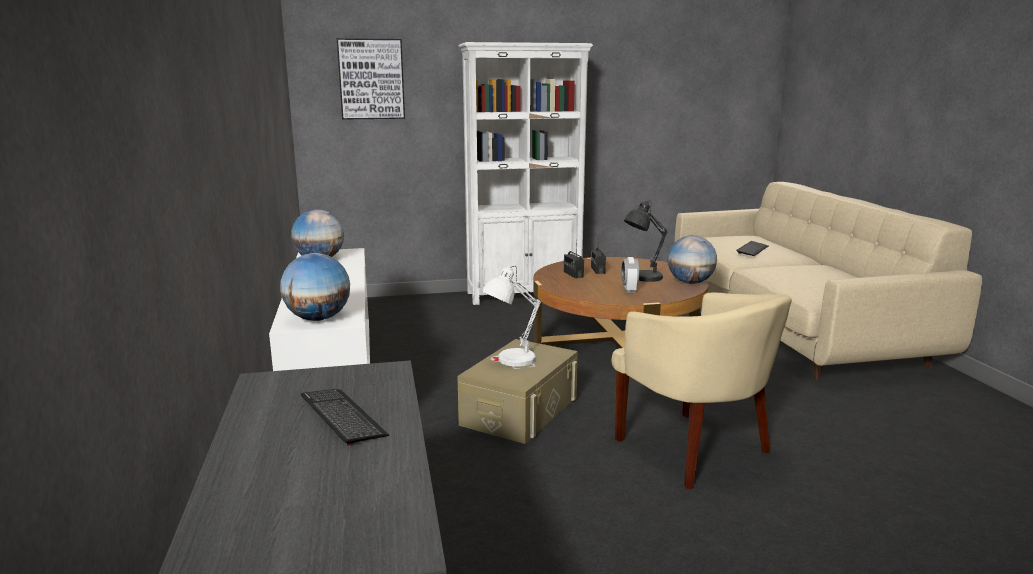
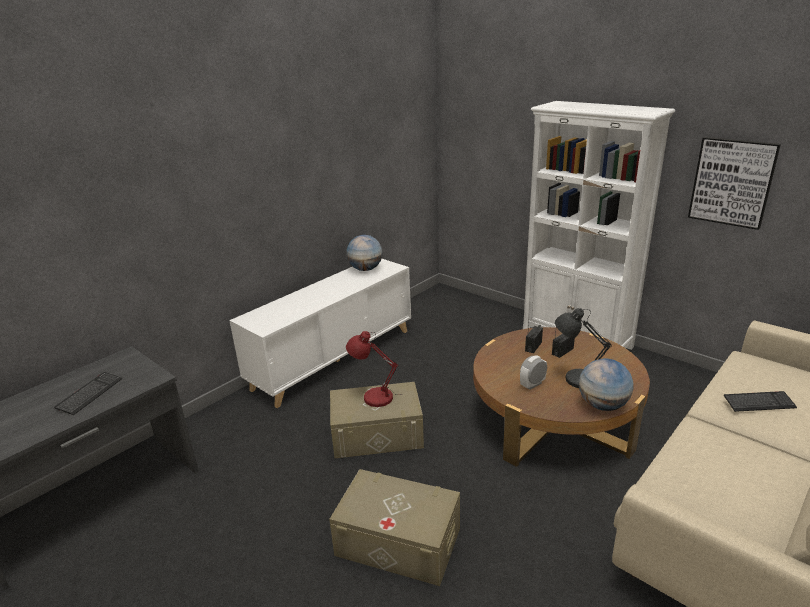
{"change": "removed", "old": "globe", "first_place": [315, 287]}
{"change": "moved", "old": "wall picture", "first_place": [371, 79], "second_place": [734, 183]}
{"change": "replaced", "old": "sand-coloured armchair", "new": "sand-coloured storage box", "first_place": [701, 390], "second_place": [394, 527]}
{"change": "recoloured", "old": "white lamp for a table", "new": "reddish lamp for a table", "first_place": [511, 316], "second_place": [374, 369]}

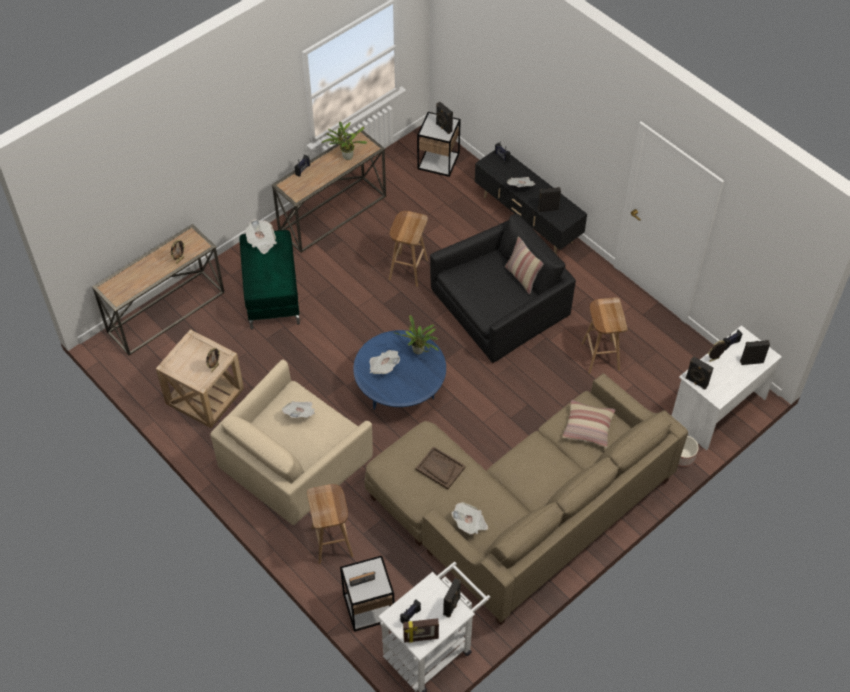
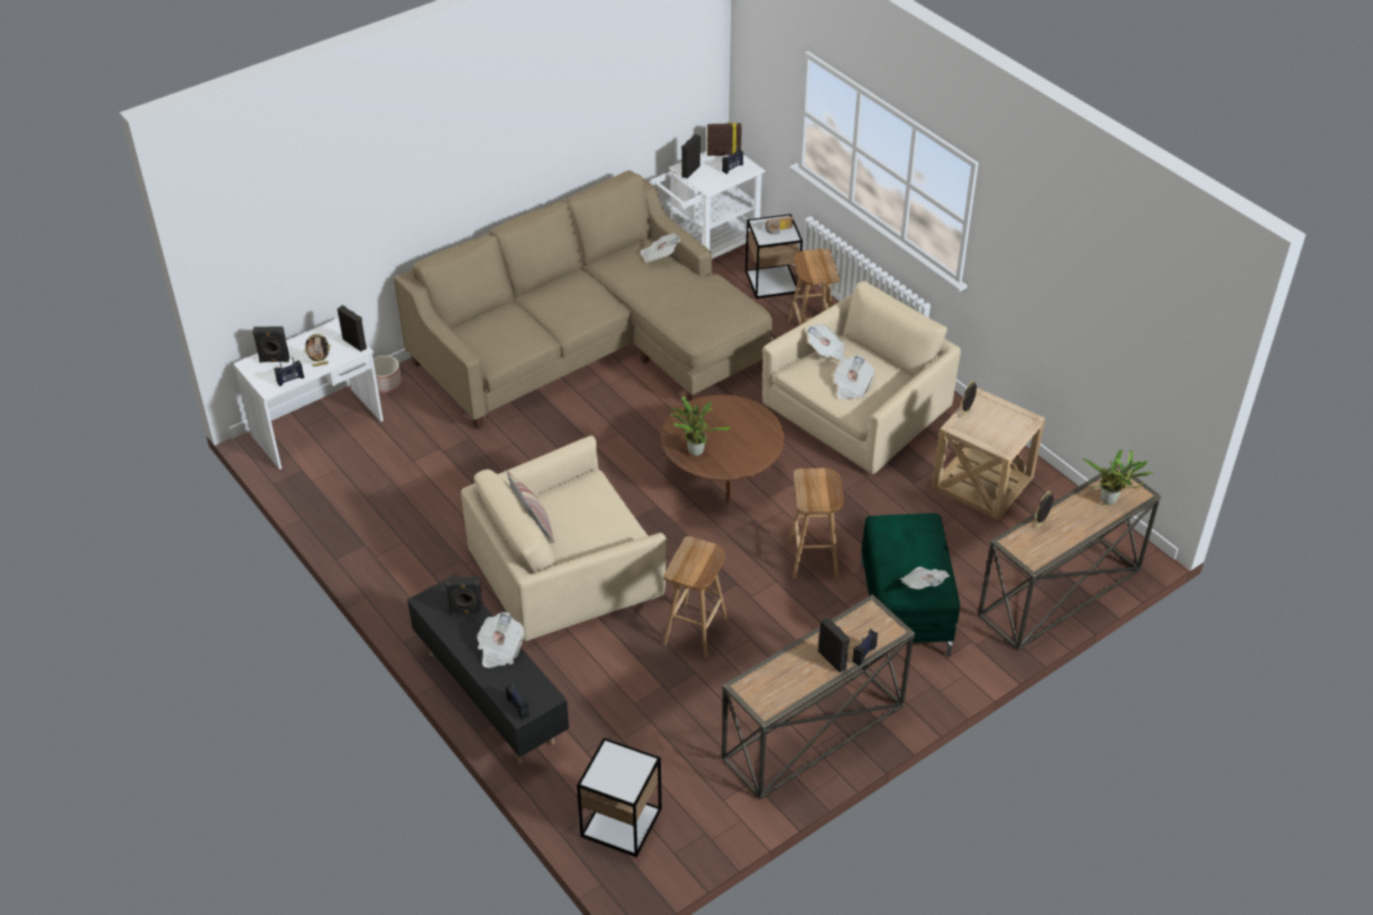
{"change": "removed", "old": "brown-coloured serving tray", "first_place": [441, 468]}
{"change": "removed", "old": "cushion", "first_place": [588, 424]}
{"change": "moved", "old": "plant in a pot", "first_place": [344, 141], "second_place": [1118, 477]}
{"change": "moved", "old": "newspaper", "first_place": [385, 362], "second_place": [826, 342]}
{"change": "moved", "old": "black speaker", "first_place": [444, 118], "second_place": [834, 644]}
{"change": "moved", "old": "brown-coloured sitting stool", "first_place": [604, 335], "second_place": [816, 523]}
{"change": "recoloured", "old": "bluish lounge table", "new": "brown-coloured lounge table", "first_place": [399, 370], "second_place": [722, 451]}
{"change": "recoloured", "old": "black armchair", "new": "sand-coloured armchair", "first_place": [503, 288], "second_place": [563, 538]}

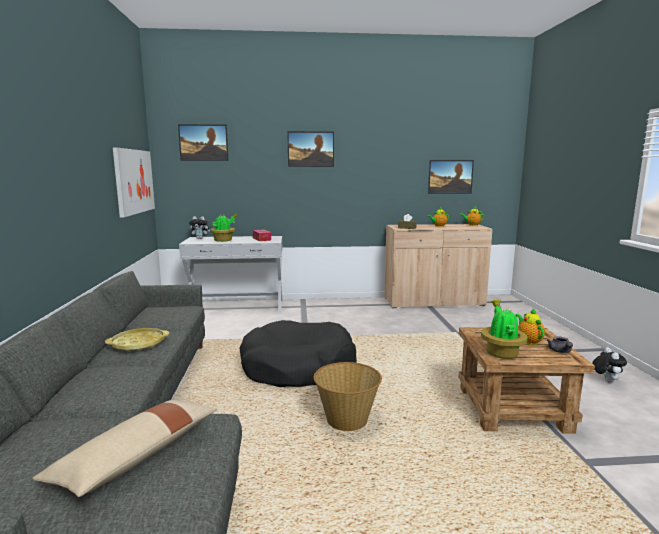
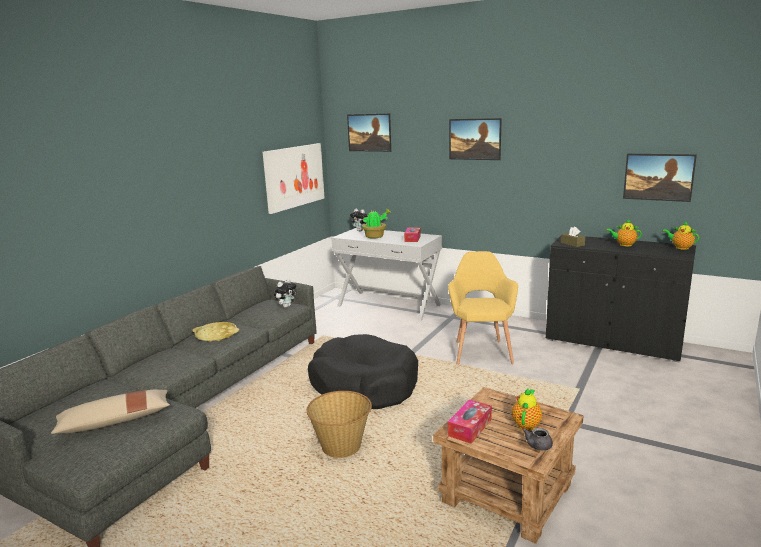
{"change": "added", "new": "yellow-coloured armchair", "second_place": [483, 308]}
{"change": "moved", "old": "plush toy", "first_place": [609, 365], "second_place": [285, 293]}
{"change": "replaced", "old": "plant in a pot", "new": "tissue holder", "first_place": [504, 329], "second_place": [470, 421]}
{"change": "recoloured", "old": "sand-coloured cabinet", "new": "black cabinet", "first_place": [438, 266], "second_place": [621, 299]}

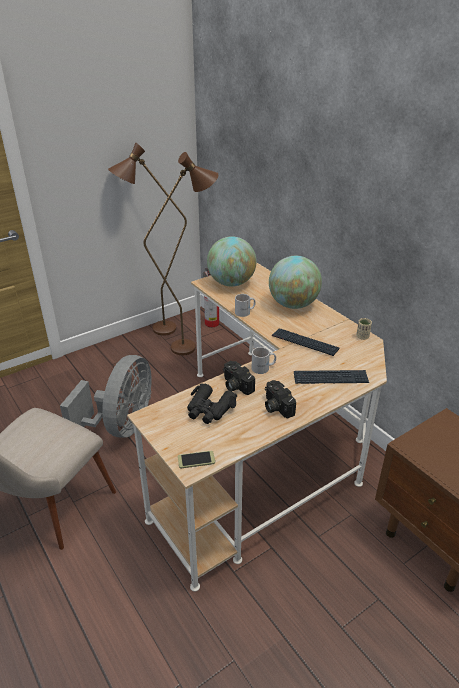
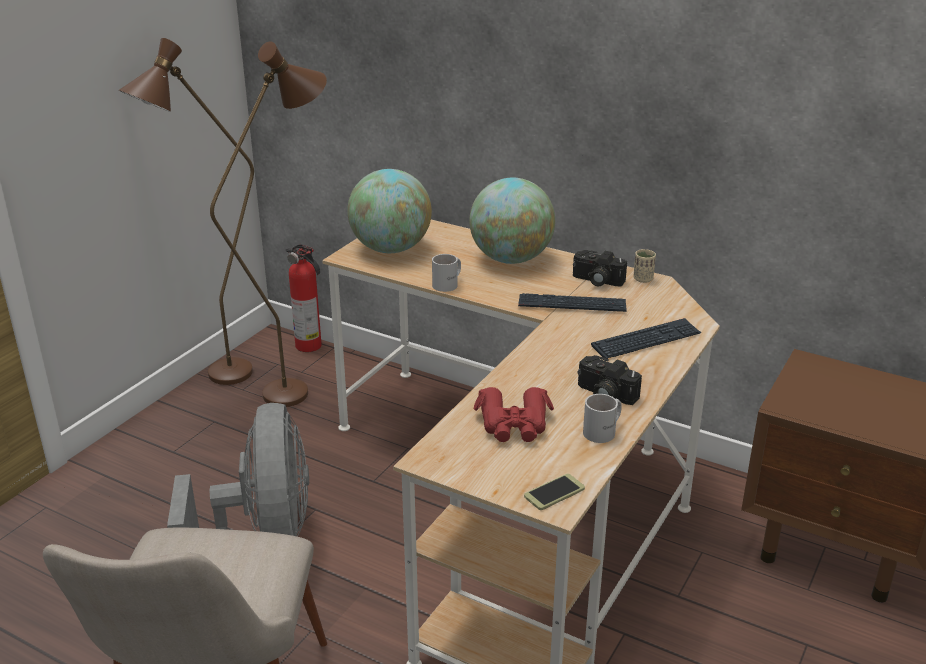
{"change": "moved", "old": "still camera", "first_place": [239, 378], "second_place": [600, 268]}
{"change": "moved", "old": "white coffee mug", "first_place": [264, 360], "second_place": [602, 418]}
{"change": "recoloured", "old": "black field glasses", "new": "reddish field glasses", "first_place": [212, 404], "second_place": [514, 414]}

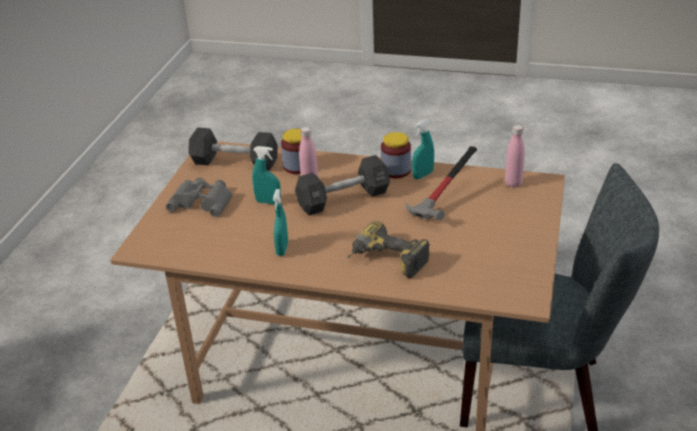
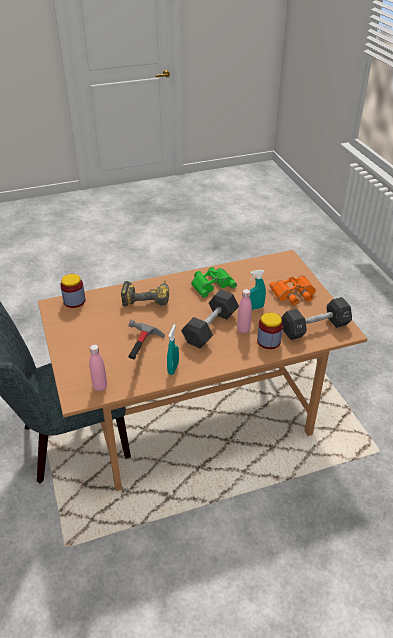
{"change": "moved", "old": "preserve jar", "first_place": [396, 155], "second_place": [72, 291]}
{"change": "replaced", "old": "turquoise spray bottle", "new": "green-coloured field glasses", "first_place": [280, 222], "second_place": [214, 282]}
{"change": "recoloured", "old": "grey field glasses", "new": "orangey field glasses", "first_place": [199, 197], "second_place": [292, 290]}

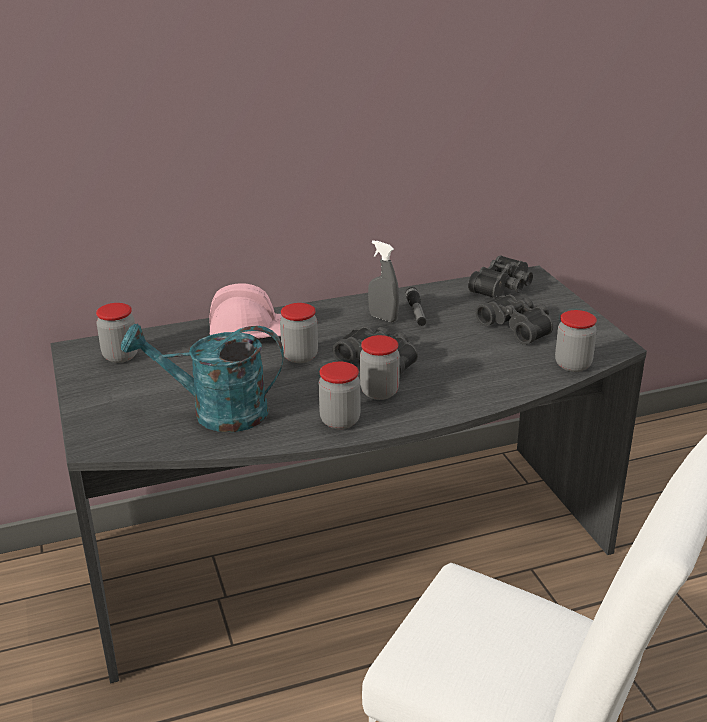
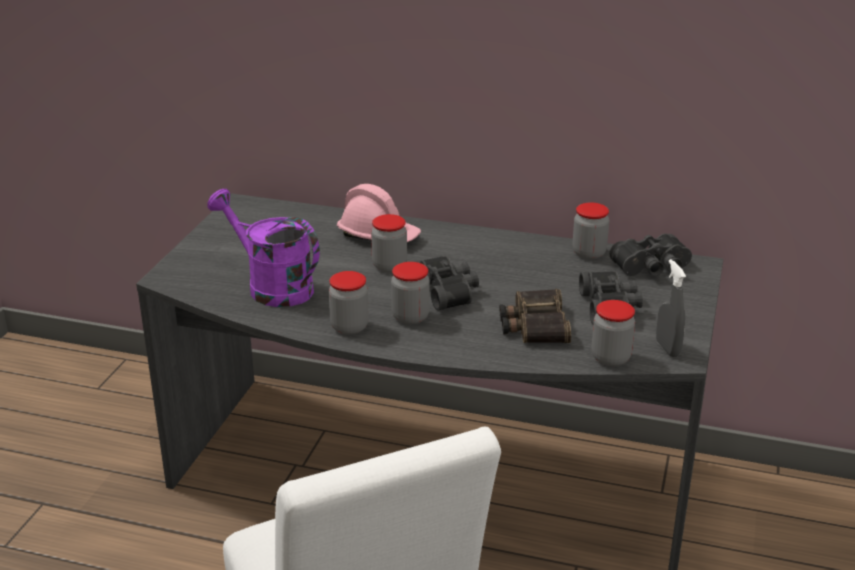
{"change": "removed", "old": "hand torch", "first_place": [415, 306]}
{"change": "added", "new": "field glasses", "second_place": [535, 316]}
{"change": "moved", "old": "preserve jar", "first_place": [117, 333], "second_place": [590, 230]}
{"change": "moved", "old": "grey spray bottle", "first_place": [383, 281], "second_place": [671, 308]}
{"change": "recoloured", "old": "turquoise sprinkling can", "new": "purplish sprinkling can", "first_place": [202, 377], "second_place": [263, 248]}

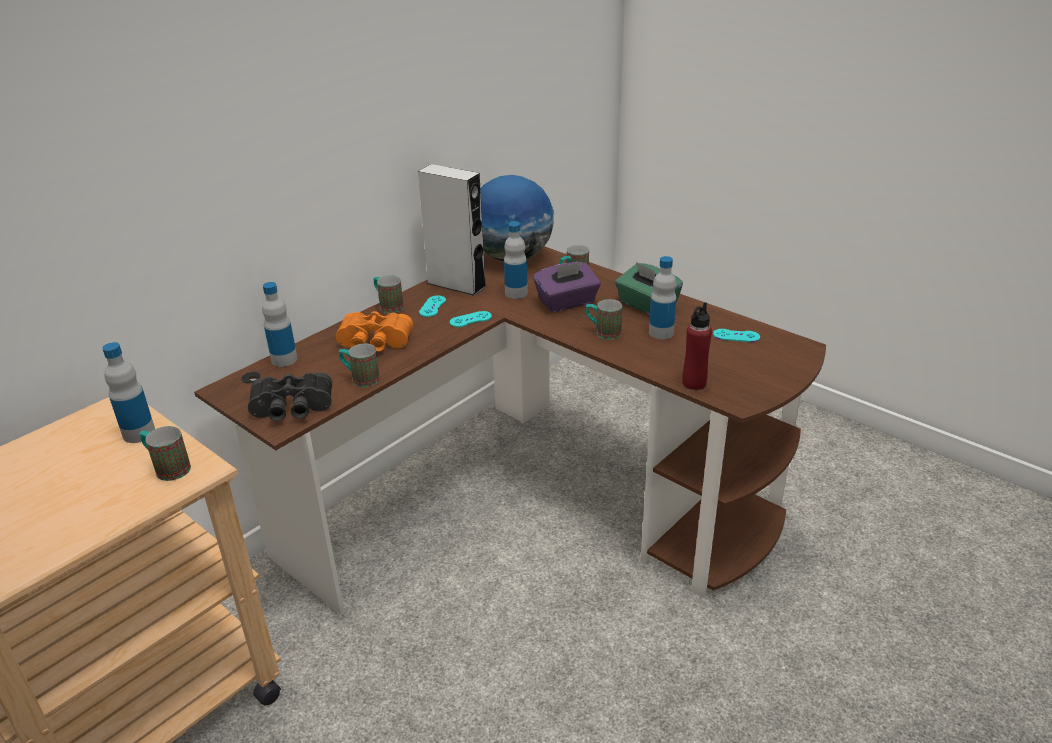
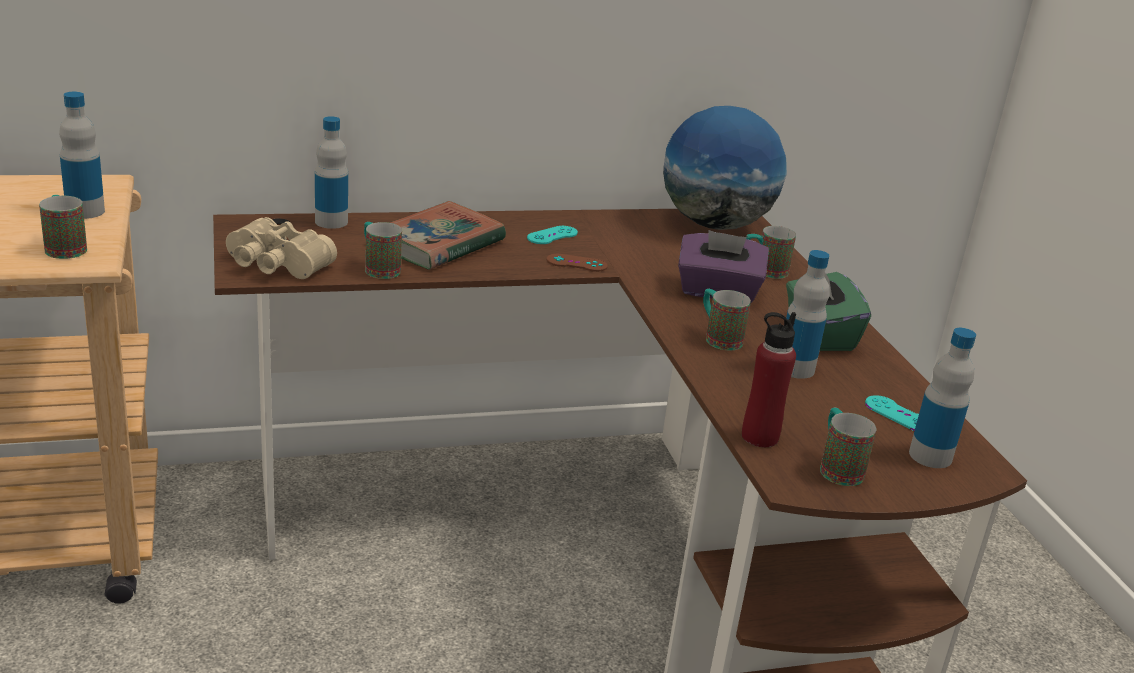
{"change": "removed", "old": "grey speaker", "first_place": [452, 230]}
{"change": "moved", "old": "coffee mug", "first_place": [388, 294], "second_place": [848, 447]}
{"change": "moved", "old": "drink bottle", "first_place": [516, 260], "second_place": [942, 398]}
{"change": "replaced", "old": "orangey field glasses", "new": "bound book", "first_place": [374, 331], "second_place": [447, 235]}
{"change": "recoloured", "old": "black field glasses", "new": "sand-coloured field glasses", "first_place": [290, 396], "second_place": [281, 248]}
{"change": "recoloured", "old": "turquoise joypad", "new": "brown-coloured joypad", "first_place": [471, 319], "second_place": [577, 263]}

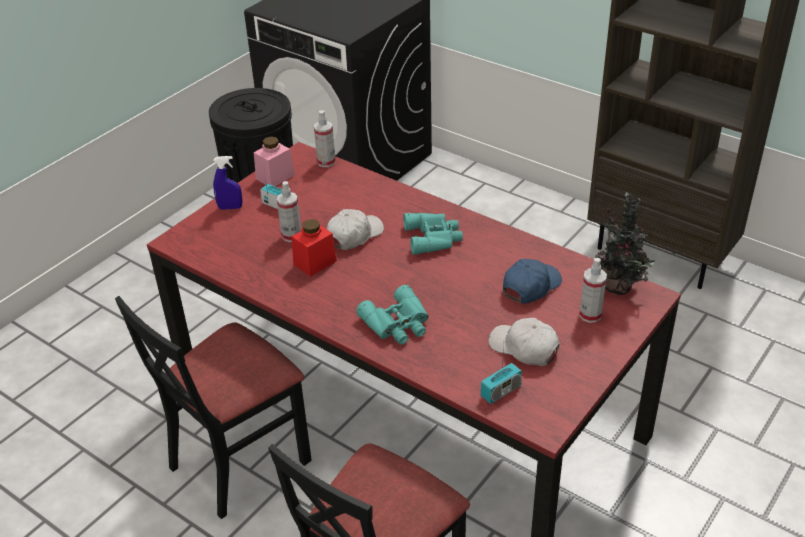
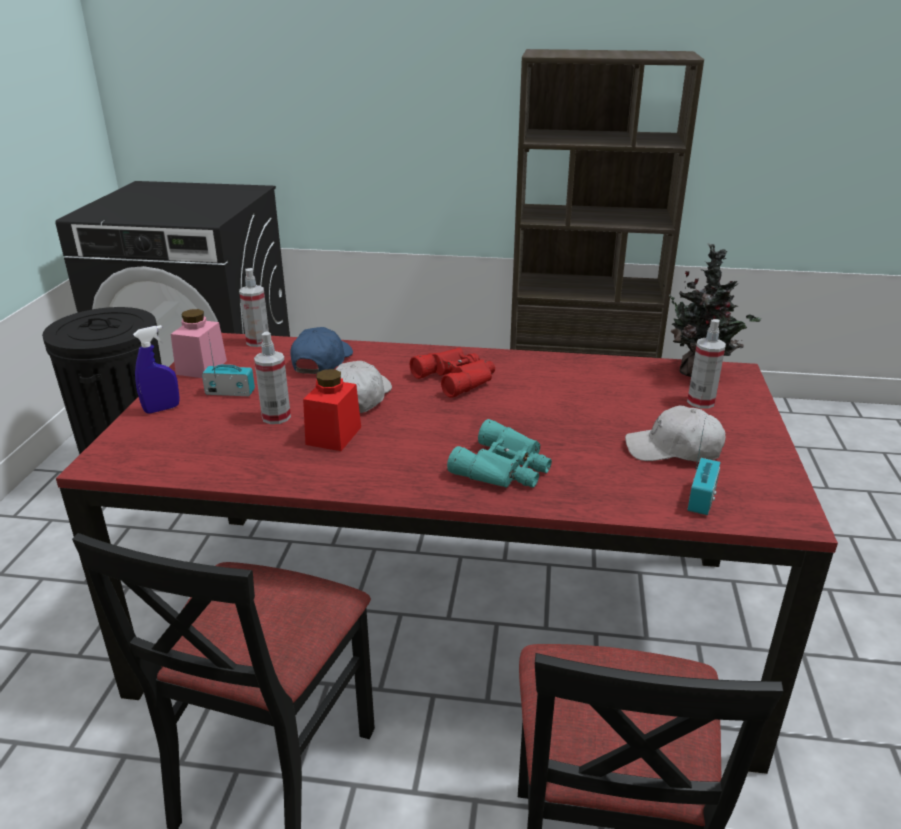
{"change": "moved", "old": "bluish baseball cap", "first_place": [532, 281], "second_place": [321, 350]}
{"change": "recoloured", "old": "turquoise field glasses", "new": "reddish field glasses", "first_place": [433, 234], "second_place": [452, 373]}

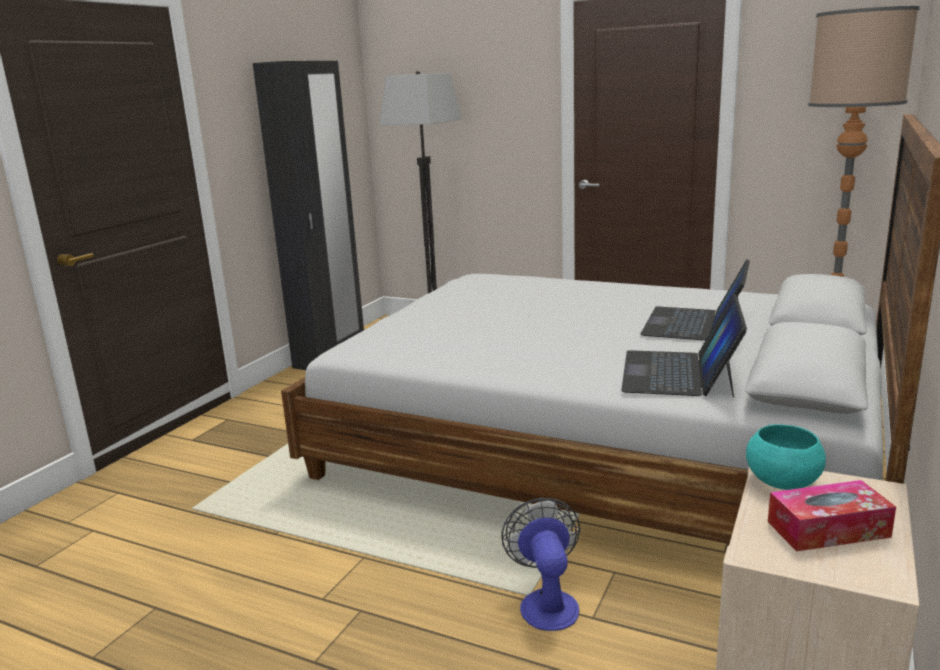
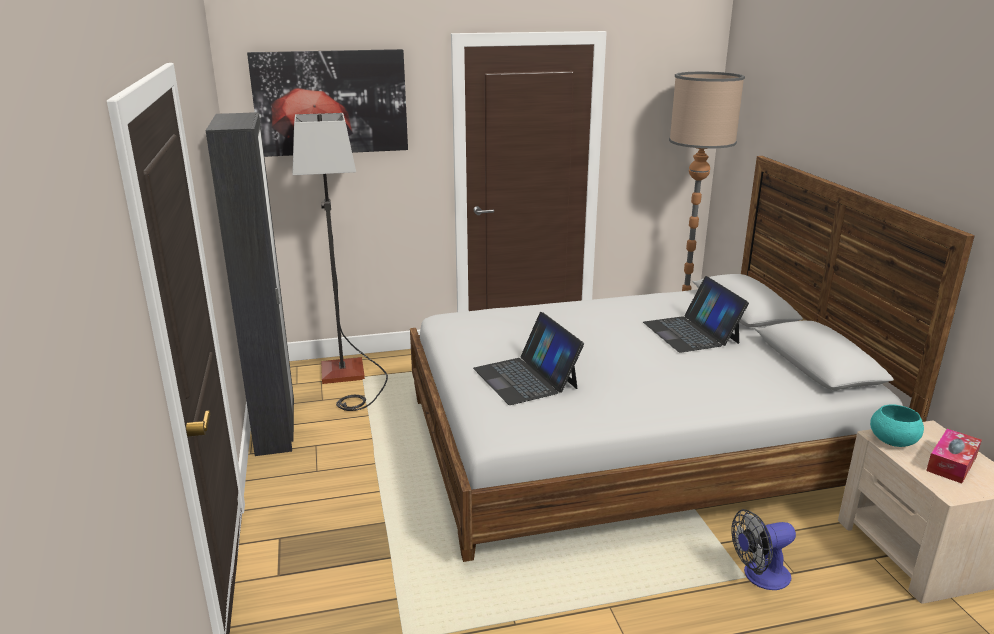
{"change": "added", "new": "wall picture", "second_place": [327, 103]}
{"change": "moved", "old": "notebook computer", "first_place": [684, 345], "second_place": [528, 358]}
{"change": "turned", "old": "cooling fan", "first_place": [540, 564], "second_place": [763, 549], "degrees": -60}

